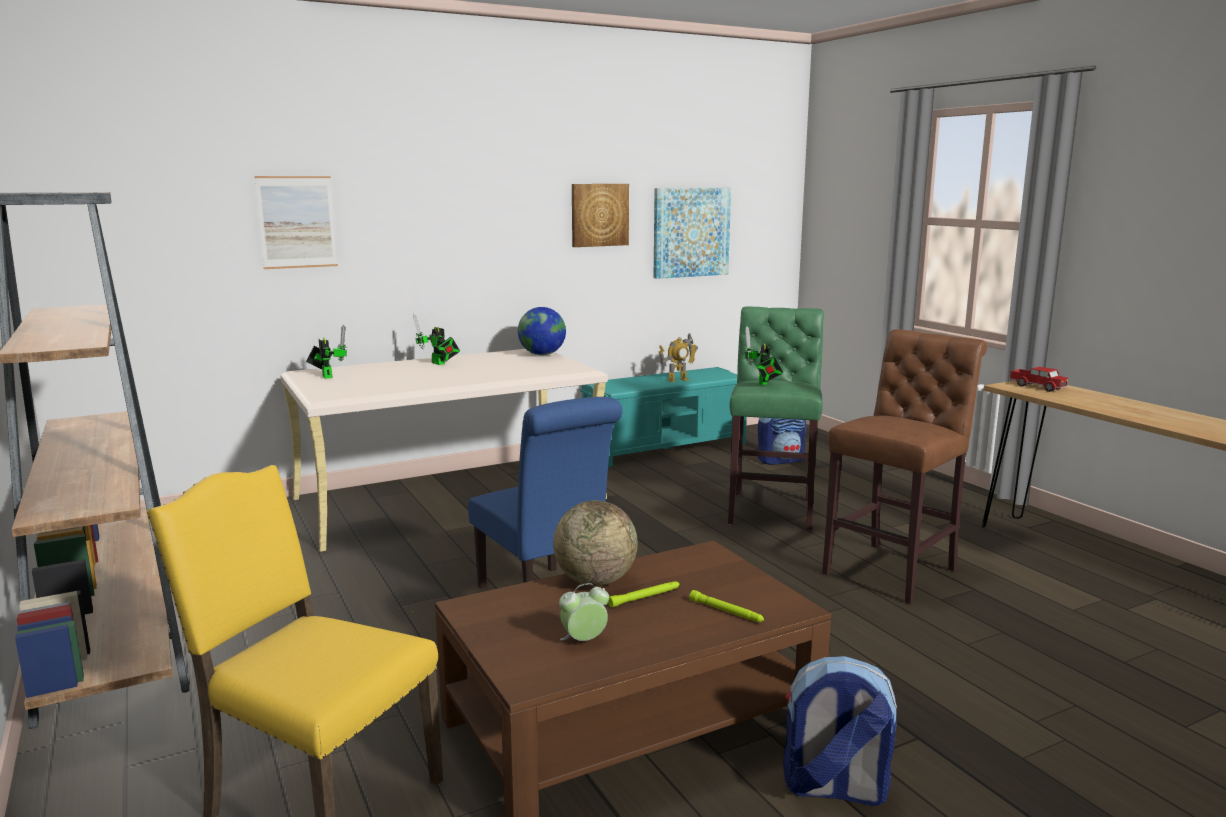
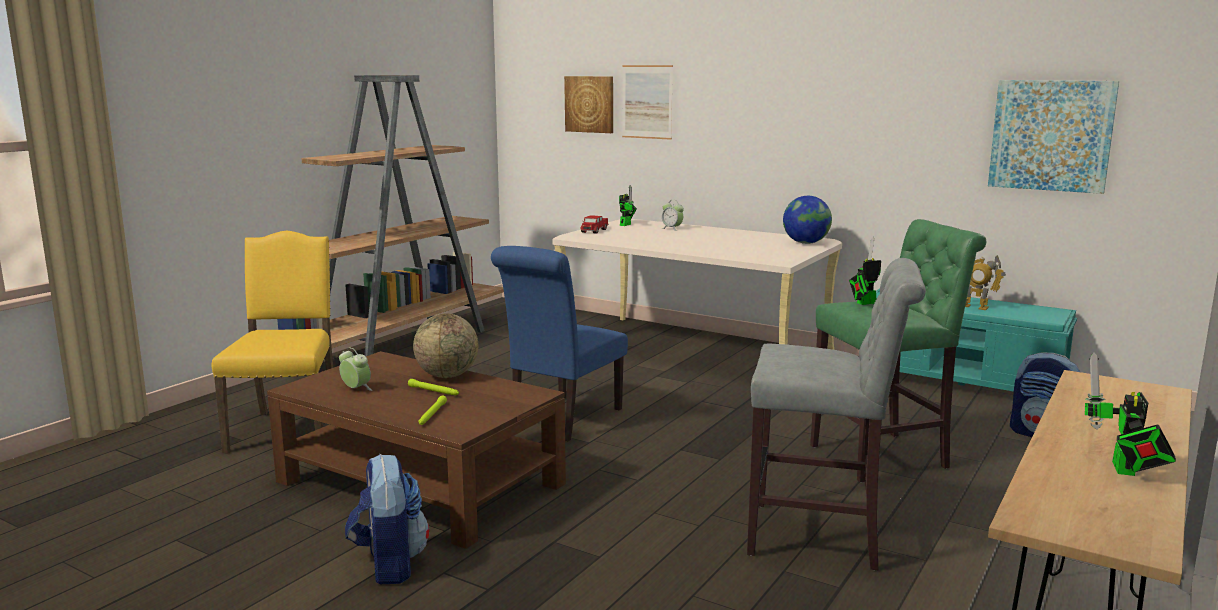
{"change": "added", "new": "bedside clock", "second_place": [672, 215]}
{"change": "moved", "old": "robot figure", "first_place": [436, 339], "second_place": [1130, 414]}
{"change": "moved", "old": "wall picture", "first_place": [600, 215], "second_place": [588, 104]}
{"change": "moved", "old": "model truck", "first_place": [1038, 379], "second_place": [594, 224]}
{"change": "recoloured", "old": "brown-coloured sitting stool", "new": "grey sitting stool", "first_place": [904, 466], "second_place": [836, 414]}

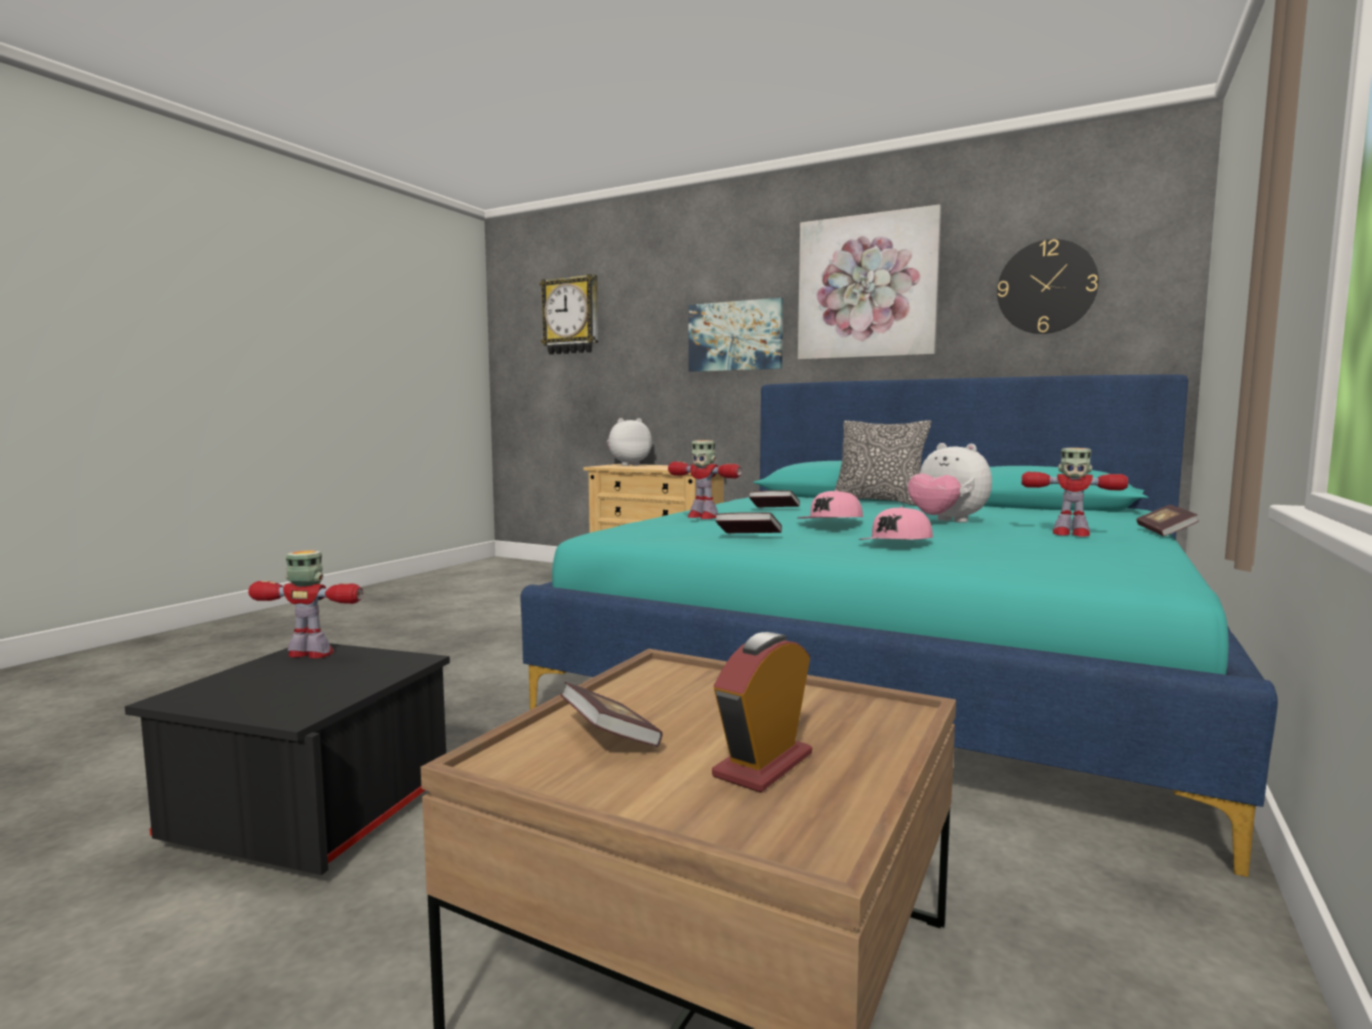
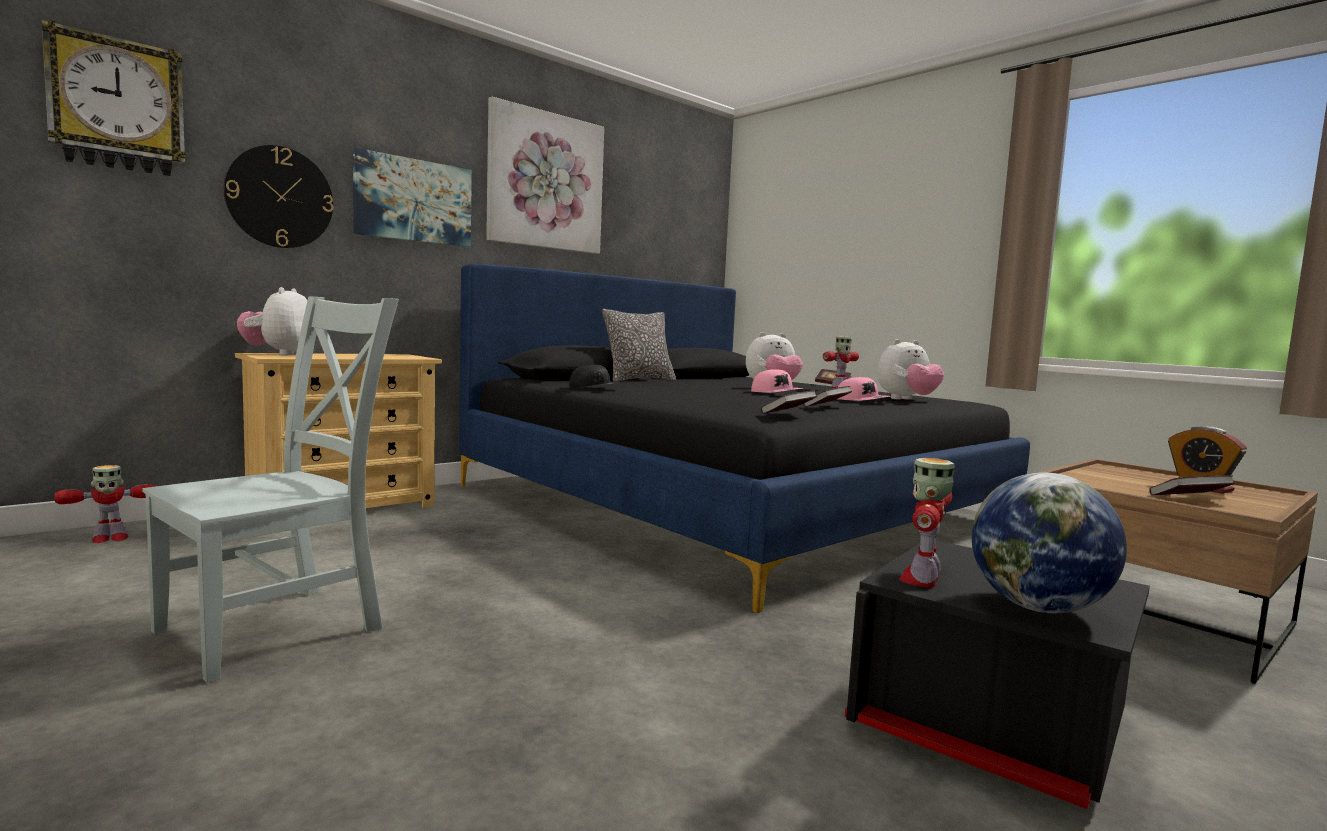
{"change": "added", "new": "grey upright chair", "second_place": [270, 490]}
{"change": "added", "new": "black baseball cap", "second_place": [595, 376]}
{"change": "added", "new": "plush toy", "second_place": [910, 369]}
{"change": "added", "new": "globe", "second_place": [1049, 542]}
{"change": "moved", "old": "robot figure", "first_place": [705, 479], "second_place": [105, 504]}
{"change": "moved", "old": "bound book", "first_place": [774, 499], "second_place": [789, 402]}
{"change": "moved", "old": "hanging clock", "first_place": [1048, 286], "second_place": [278, 196]}
{"change": "recoloured", "old": "turquoise bedroom bed", "new": "black bedroom bed", "first_place": [899, 625], "second_place": [744, 438]}

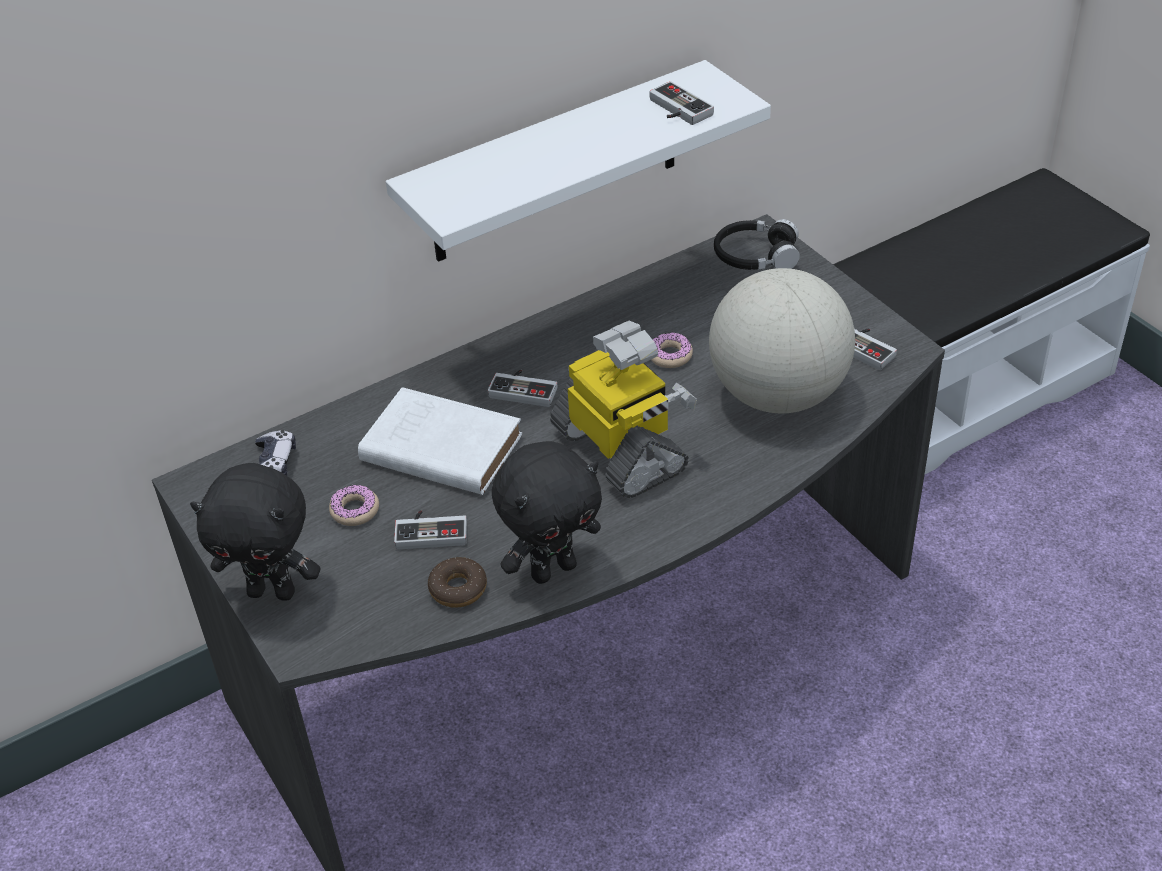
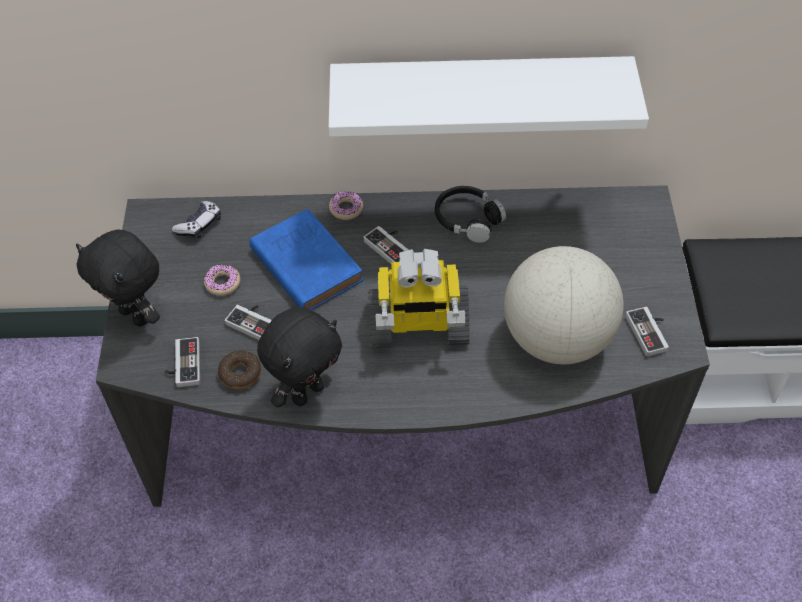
{"change": "moved", "old": "joypad", "first_place": [682, 103], "second_place": [182, 362]}
{"change": "moved", "old": "doughnut", "first_place": [672, 350], "second_place": [346, 205]}
{"change": "moved", "old": "black headset", "first_place": [757, 244], "second_place": [470, 214]}
{"change": "recoloured", "old": "white bound book", "new": "bluish bound book", "first_place": [440, 441], "second_place": [306, 259]}
{"change": "turned", "old": "black plush toy", "first_place": [547, 512], "second_place": [299, 357], "degrees": -45}
{"change": "turned", "old": "robot figure", "first_place": [623, 409], "second_place": [419, 298], "degrees": 90}

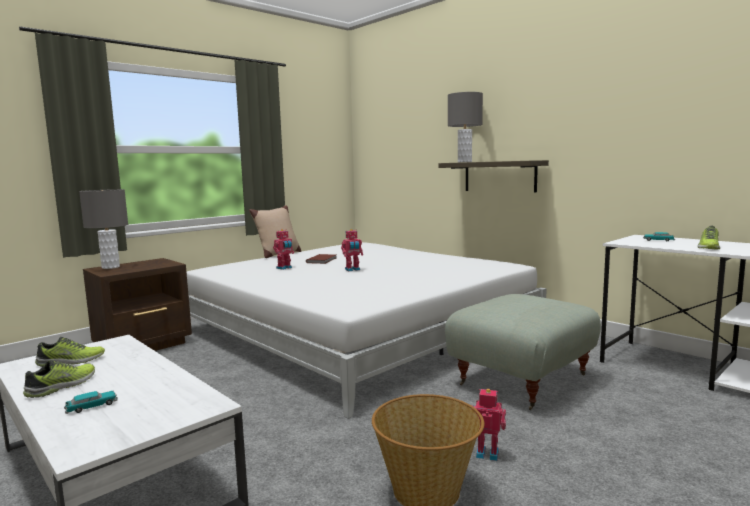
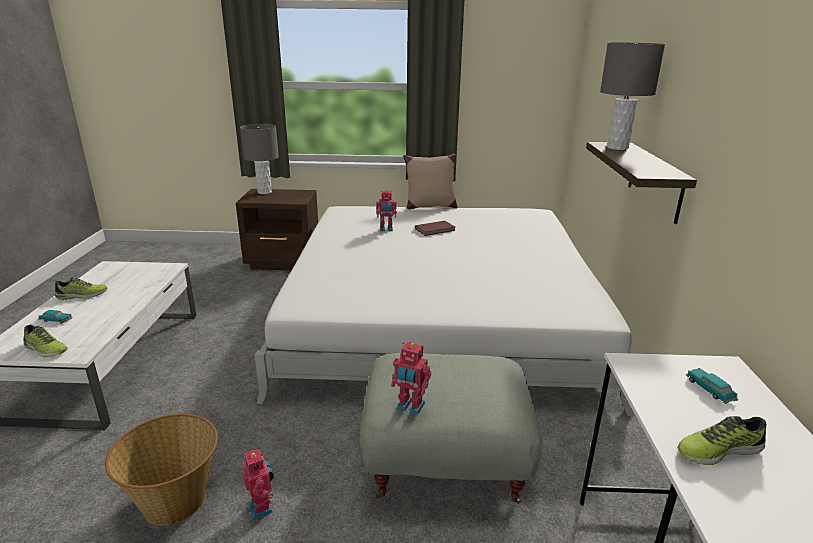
{"change": "moved", "old": "low shoe", "first_place": [70, 352], "second_place": [45, 341]}
{"change": "moved", "old": "robot figure", "first_place": [352, 250], "second_place": [411, 378]}

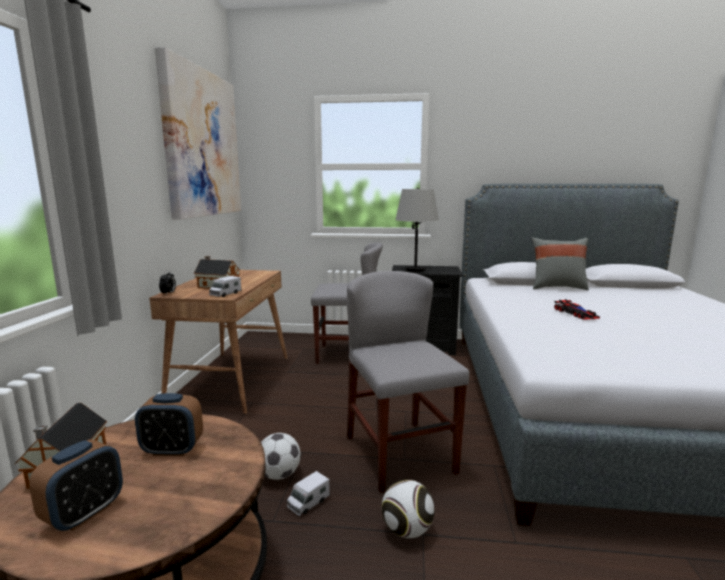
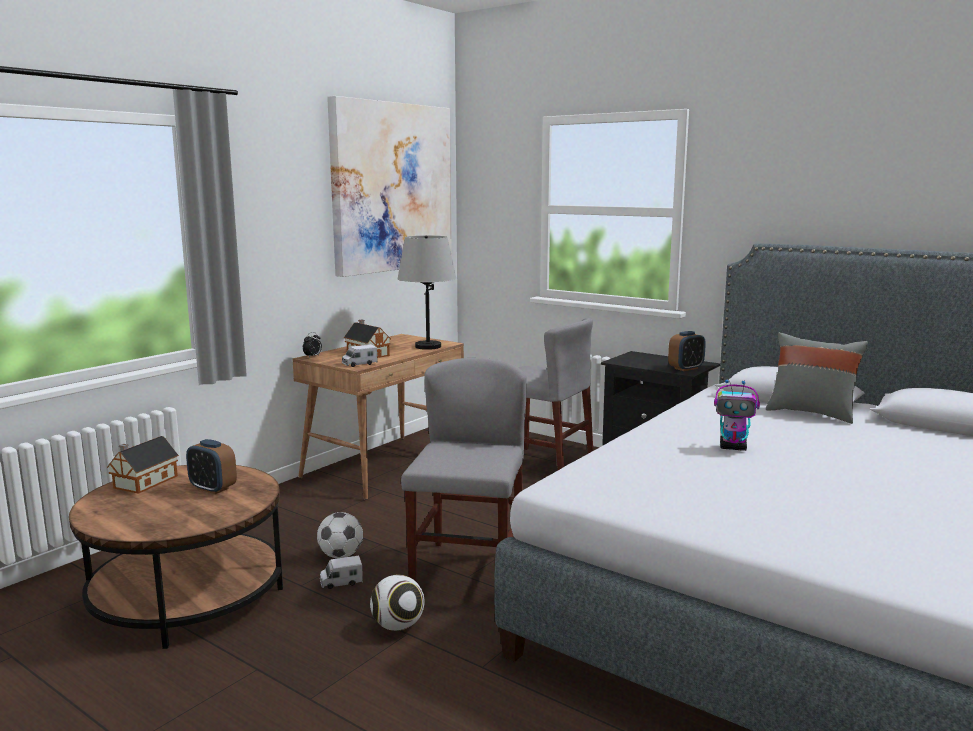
{"change": "moved", "old": "bedside clock", "first_place": [76, 485], "second_place": [687, 351]}
{"change": "moved", "old": "grey lamp for a table", "first_place": [417, 230], "second_place": [427, 292]}
{"change": "replaced", "old": "miniature car", "new": "robot figure", "first_place": [577, 309], "second_place": [737, 415]}

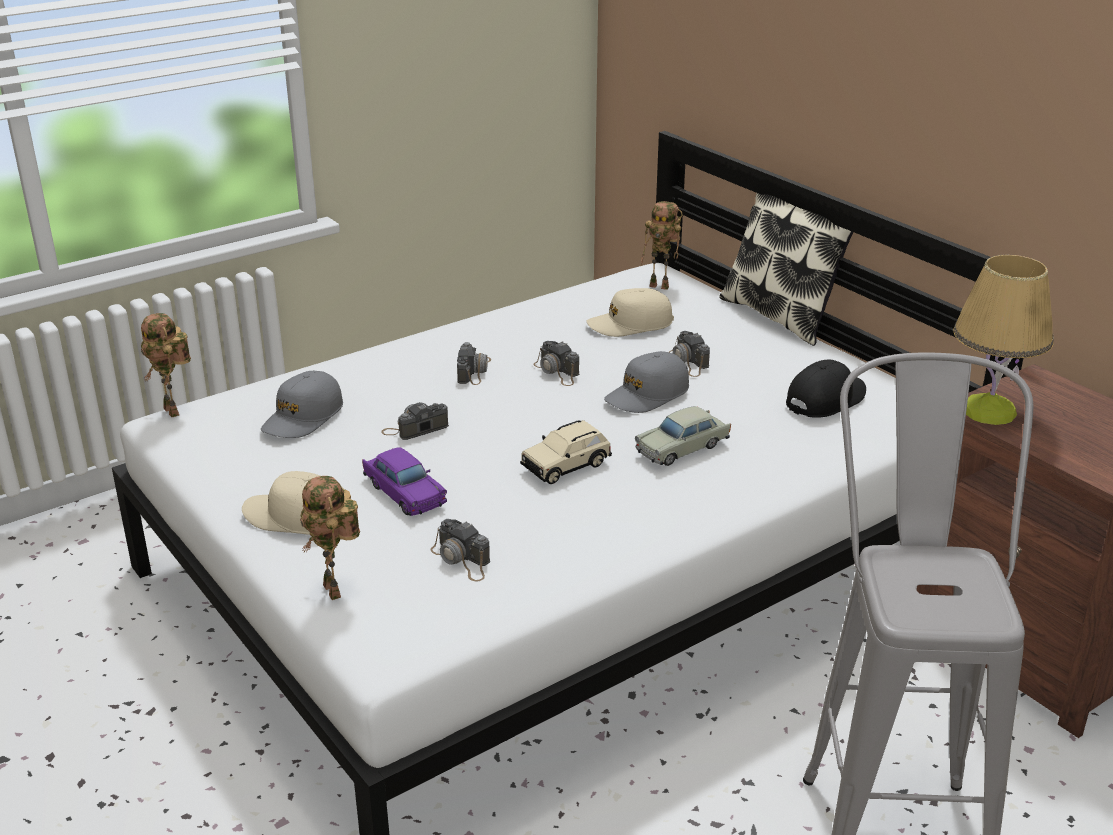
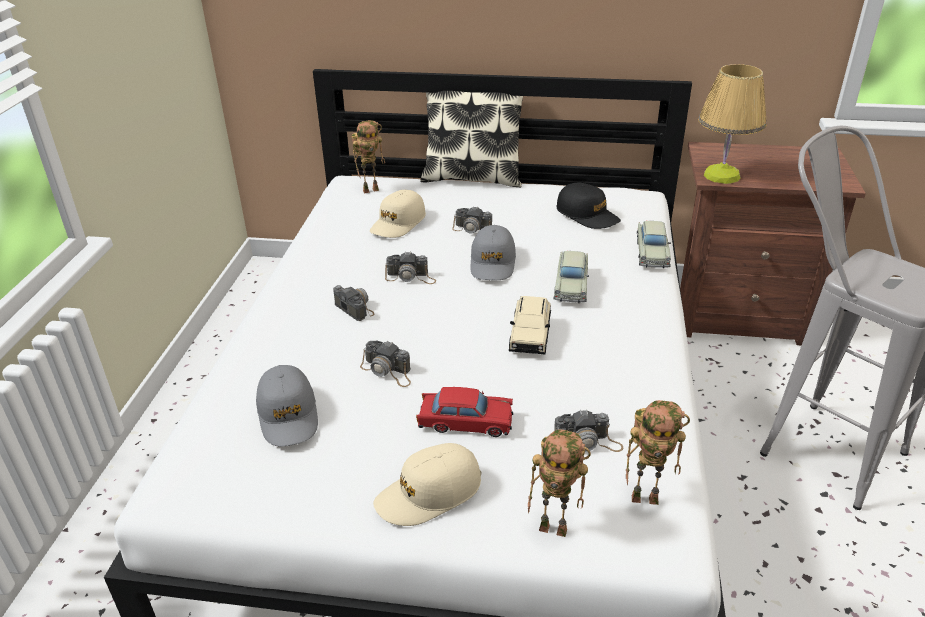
{"change": "added", "new": "sand-coloured miniature car", "second_place": [654, 244]}
{"change": "moved", "old": "robot figure", "first_place": [166, 365], "second_place": [658, 452]}
{"change": "recoloured", "old": "purplish miniature car", "new": "reddish miniature car", "first_place": [404, 481], "second_place": [464, 412]}
{"change": "turned", "old": "still camera", "first_place": [415, 421], "second_place": [385, 364], "degrees": -75}
{"change": "turned", "old": "black baseball cap", "first_place": [826, 389], "second_place": [588, 206], "degrees": 135}

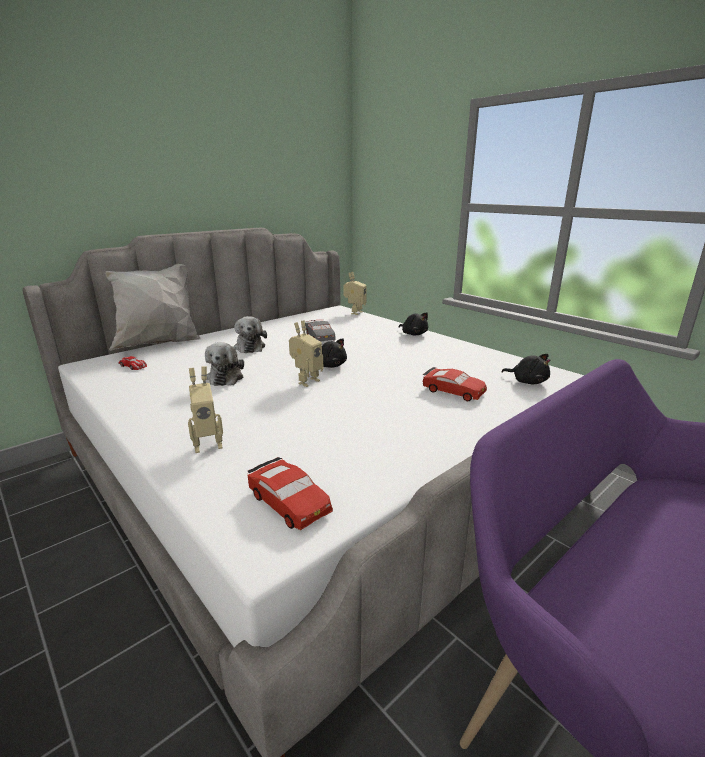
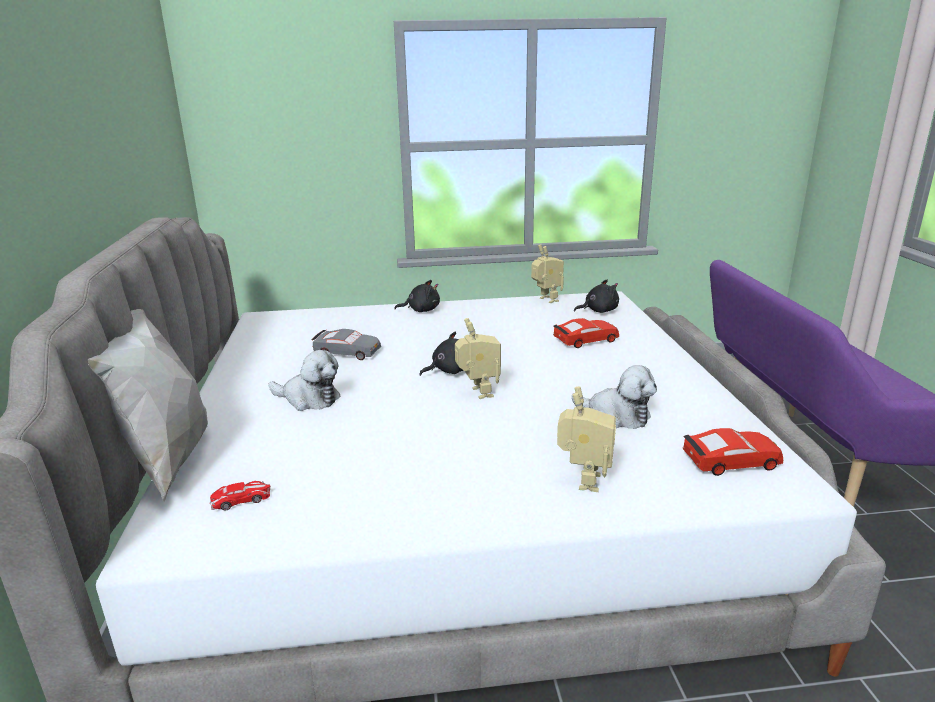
{"change": "moved", "old": "plush toy", "first_place": [224, 364], "second_place": [614, 397]}
{"change": "moved", "old": "robot figure", "first_place": [355, 293], "second_place": [547, 273]}

